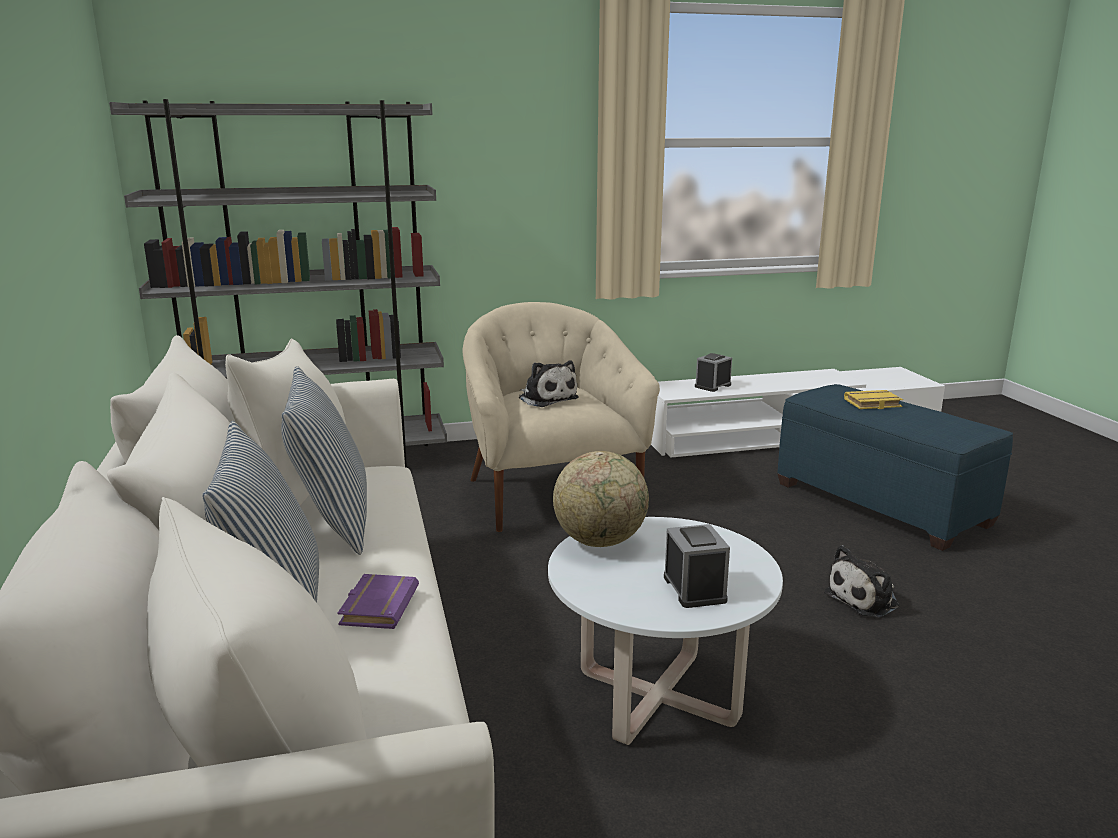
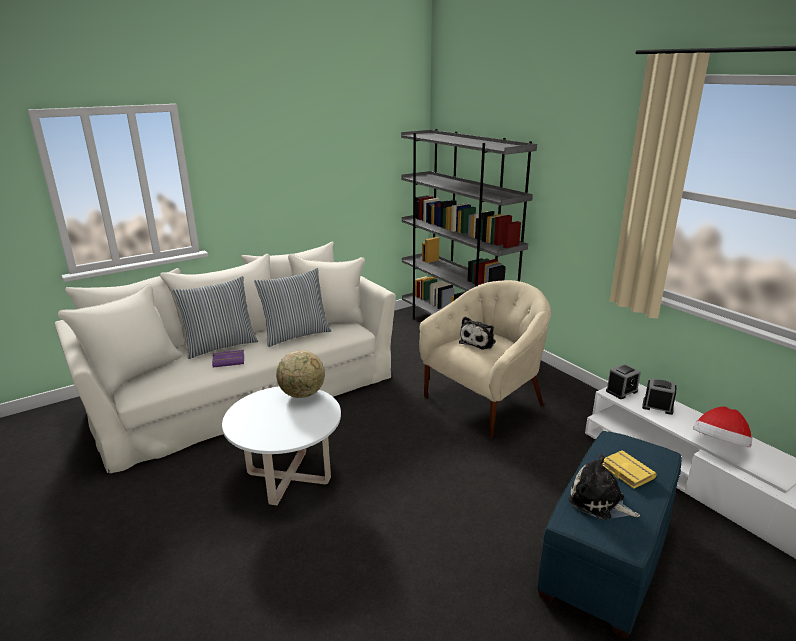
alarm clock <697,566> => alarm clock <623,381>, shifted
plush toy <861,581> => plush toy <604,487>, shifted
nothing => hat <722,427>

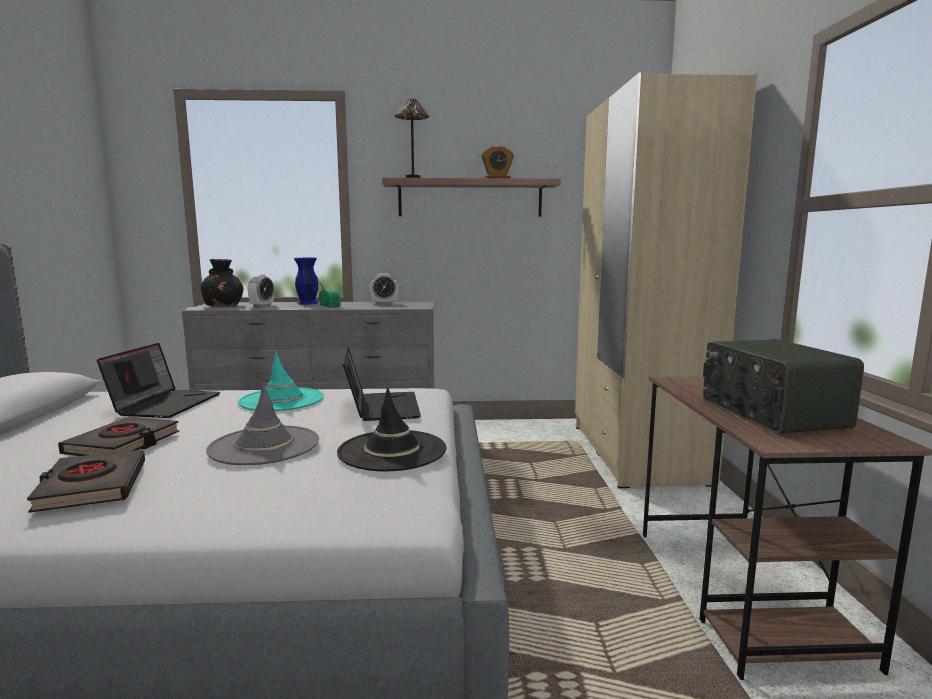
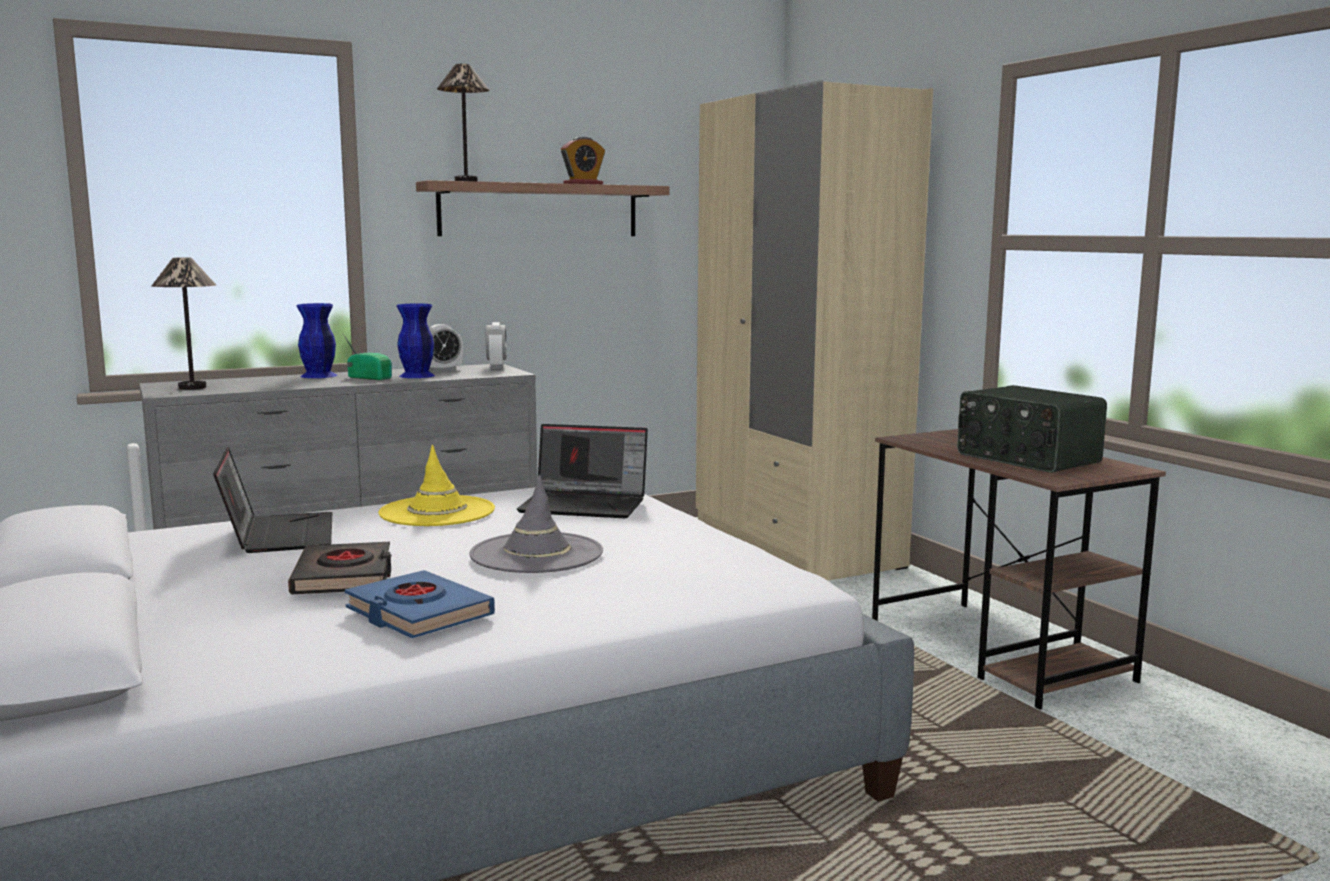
black vase <222,282> => table lamp <184,324>
alarm clock <260,291> => alarm clock <496,345>, shifted
laptop <382,383> => laptop <582,471>, 135 degrees clockwise
turquoise hat <281,381> => yellow hat <436,485>
black hat <391,429> => nothing
black book <86,481> => blue book <420,604>
nothing => blue vase <416,341>

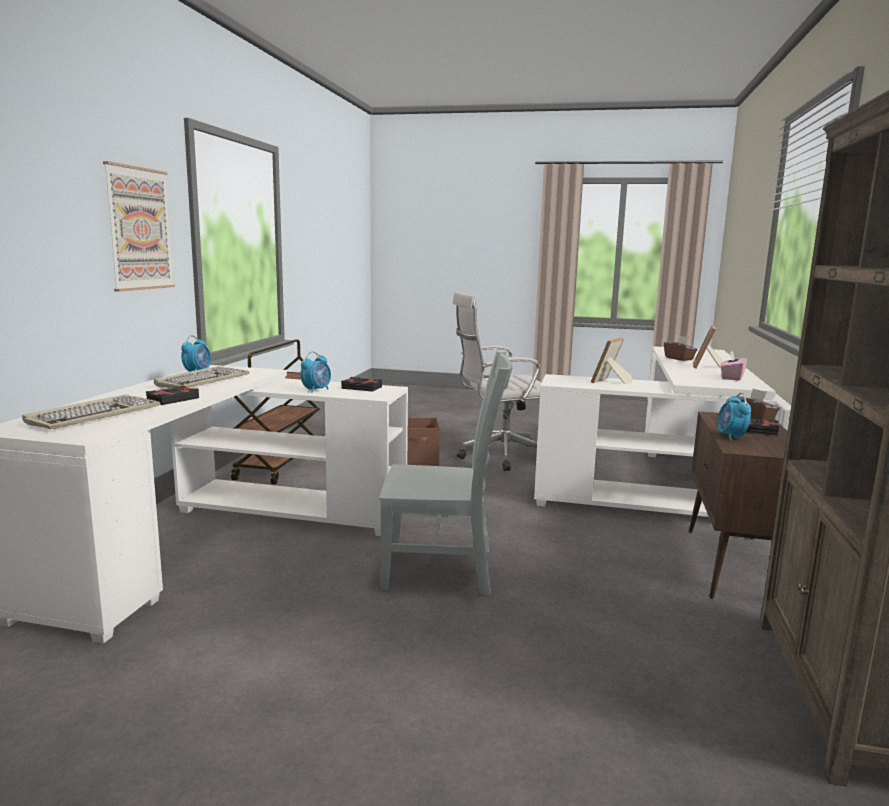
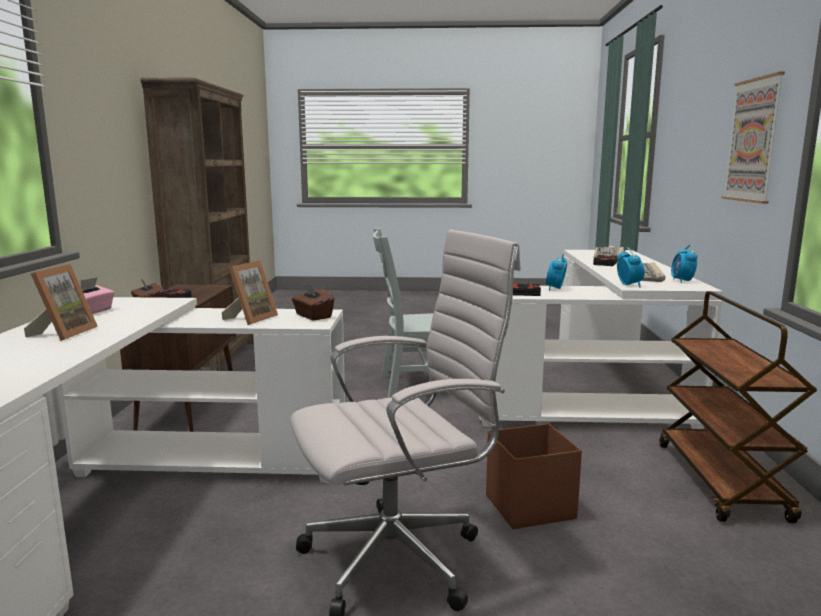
brown tissue box <681,348> => brown tissue box <313,302>, shifted
alarm clock <734,417> => alarm clock <630,268>, shifted

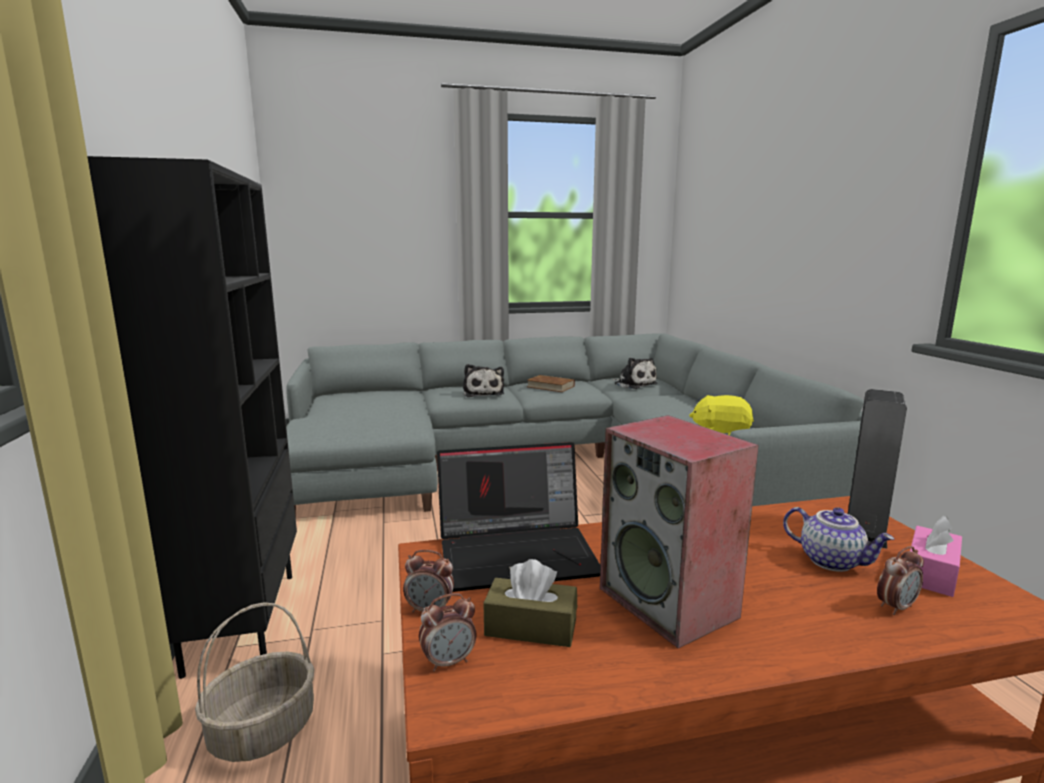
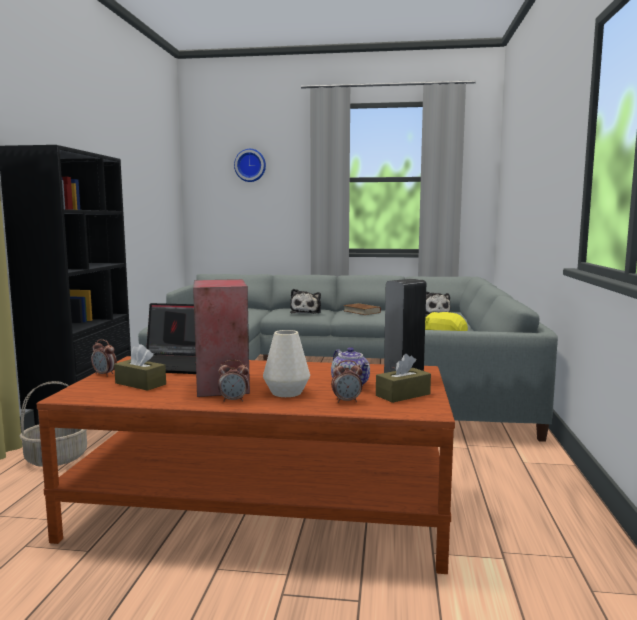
pink tissue box <936,556> => brown tissue box <403,378>
alarm clock <448,632> => alarm clock <233,381>, shifted
nothing => wall clock <250,165>
nothing => white vase <286,363>

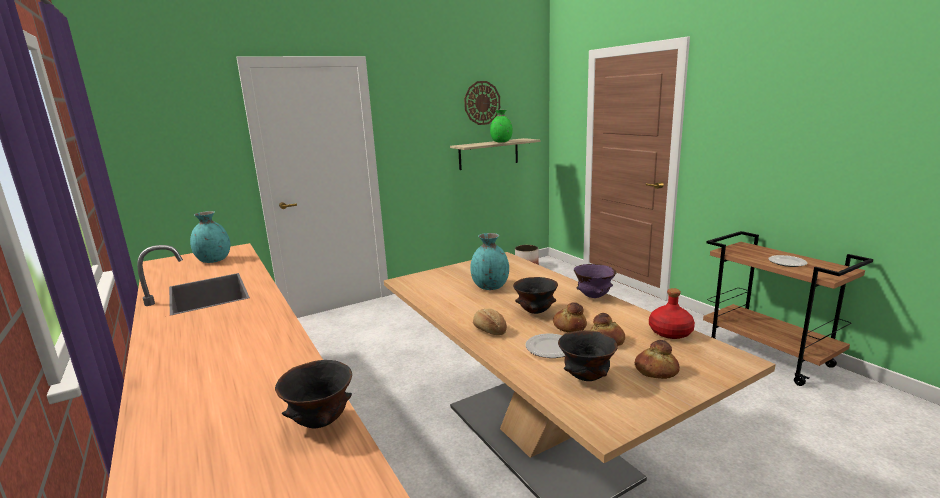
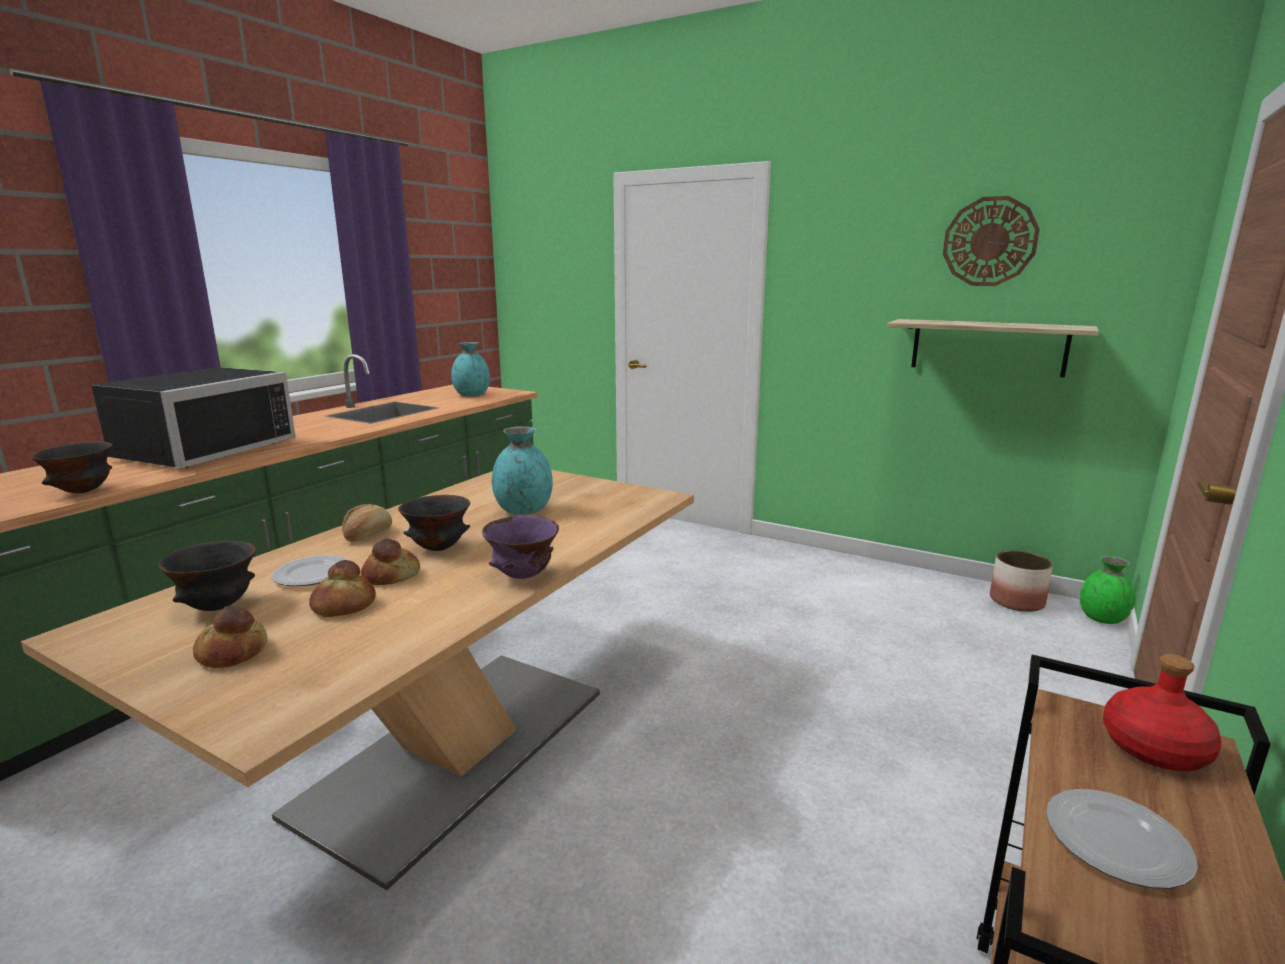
green vase <501,126> => green vase <1107,590>, shifted
red bottle <672,313> => red bottle <1162,712>, shifted
nothing => black microwave <193,417>

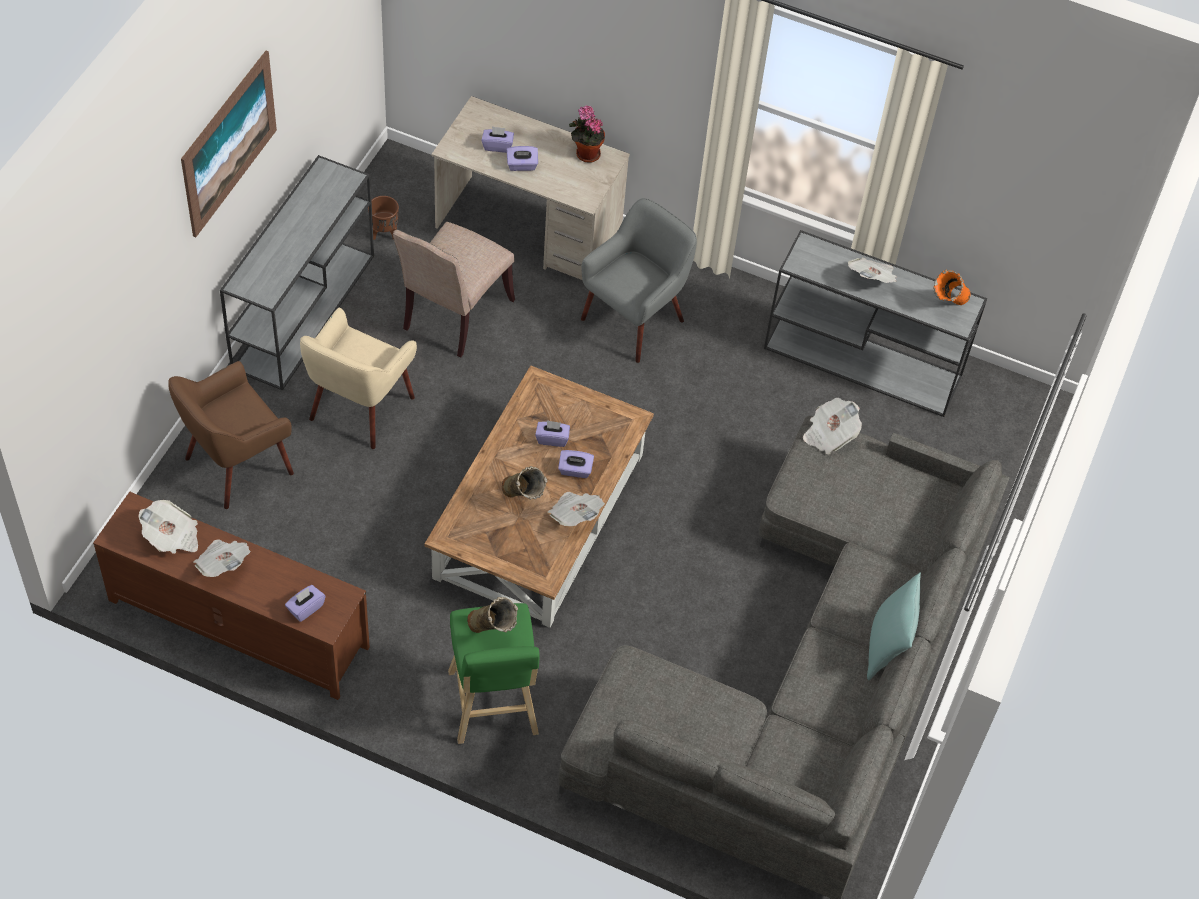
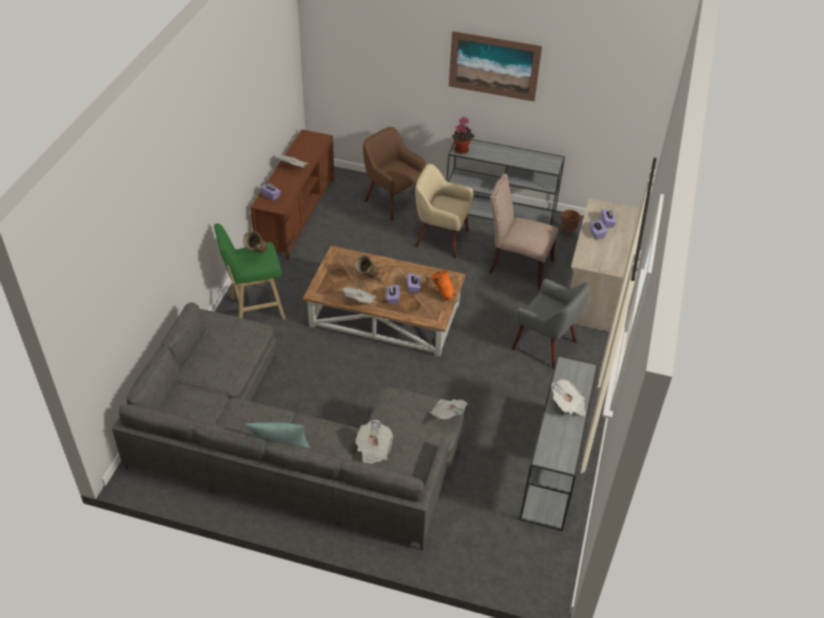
potted plant <587,134> => potted plant <463,135>, shifted
orange vase <951,287> => orange vase <443,285>, shifted
newspaper <168,527> => newspaper <374,442>, shifted

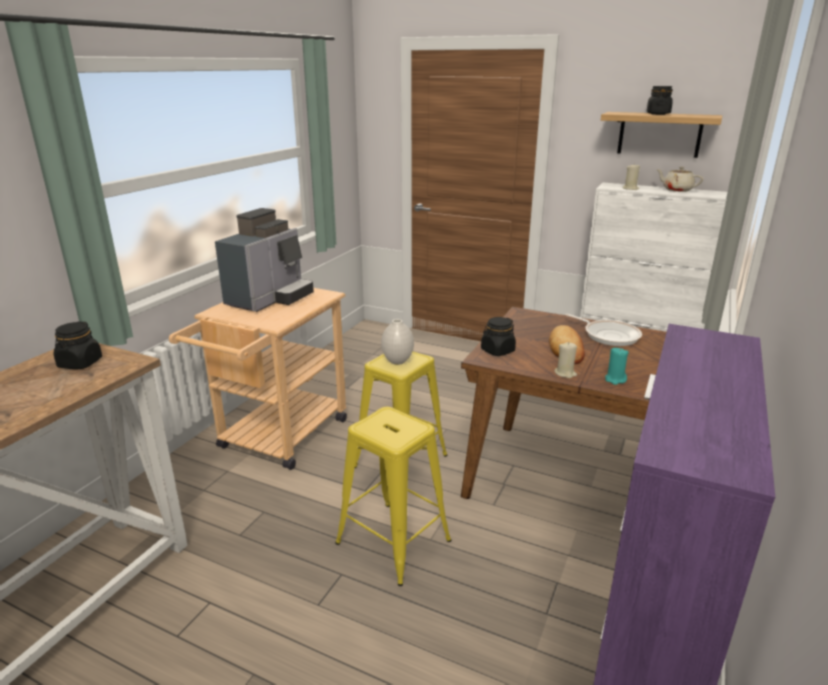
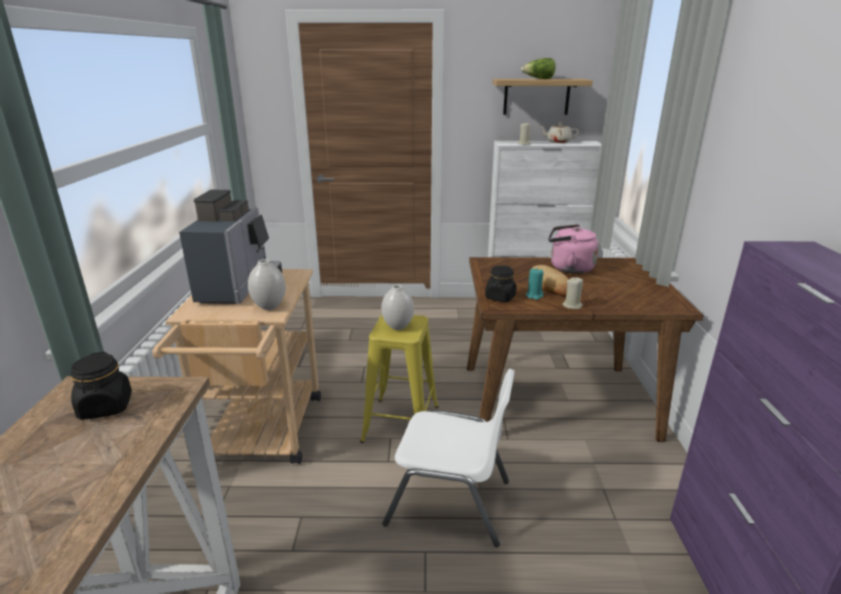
black jar <660,100> => lettuce <538,68>
frying pan <603,330> => pink kettle <573,249>
turquoise candle <616,366> => turquoise candle <534,284>, shifted
yellow stool <393,496> => white chair <448,458>
nothing => white vase <267,284>

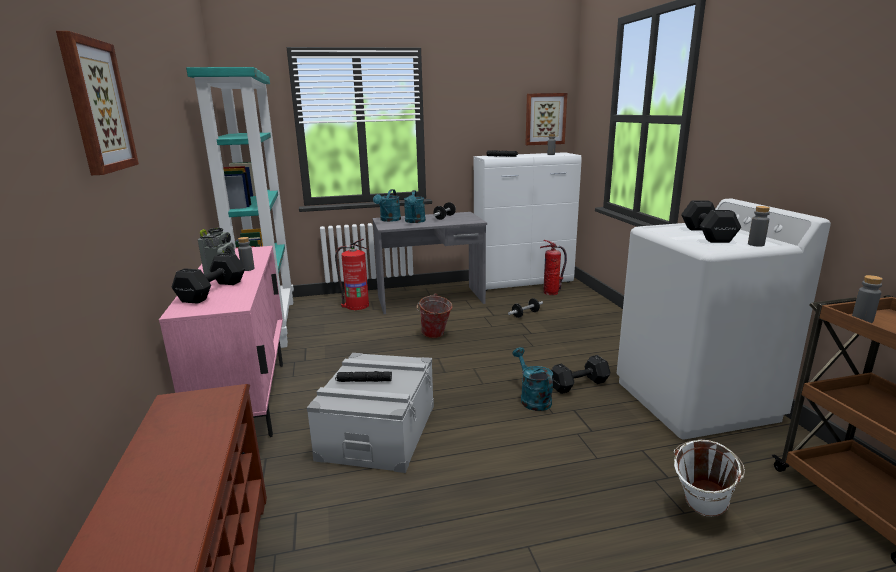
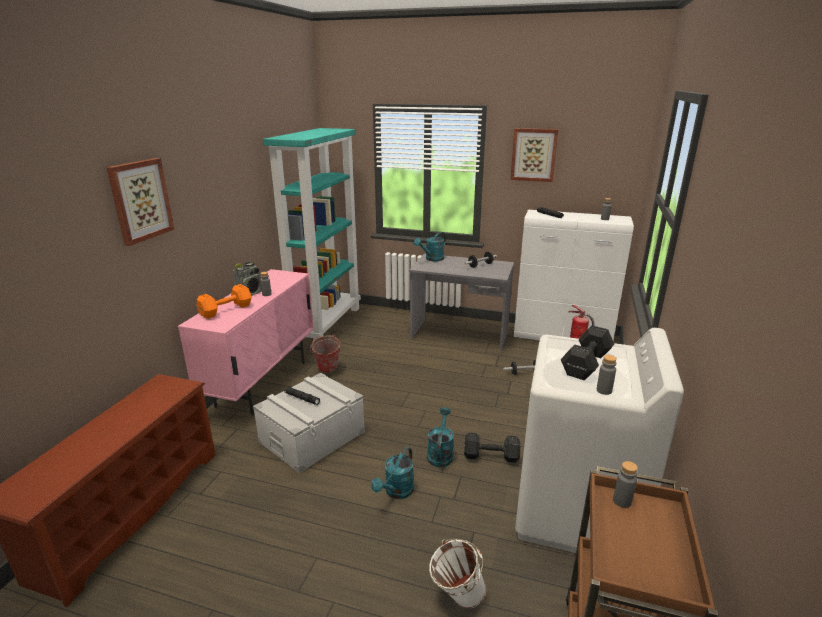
picture <546,119> => picture <534,155>, shifted
turquoise watering can <415,206> => turquoise watering can <392,473>, shifted
fire extinguisher <352,274> => nothing
black dumbbell <208,278> => orange dumbbell <224,301>
bucket <434,315> => bucket <325,354>, shifted

